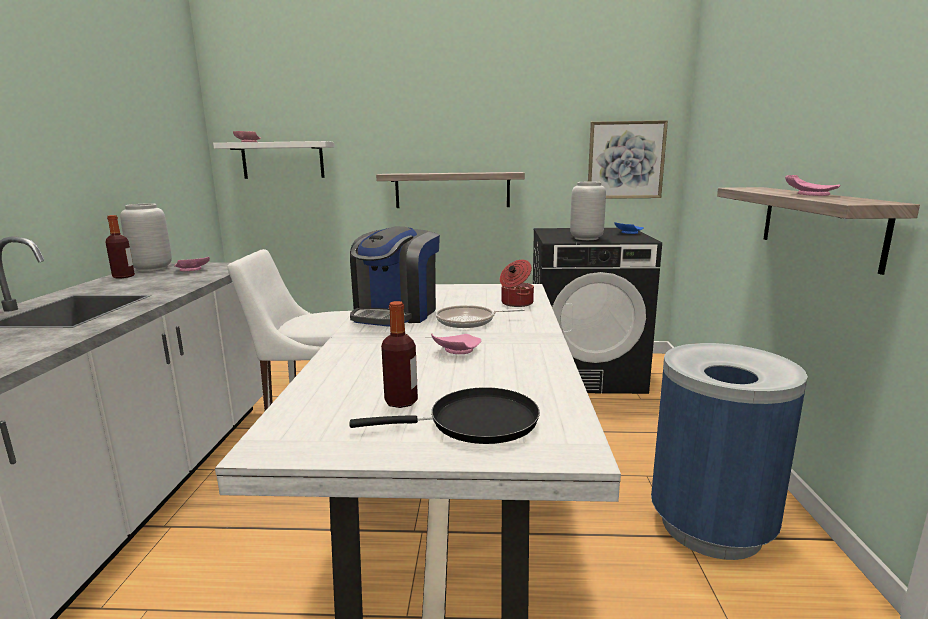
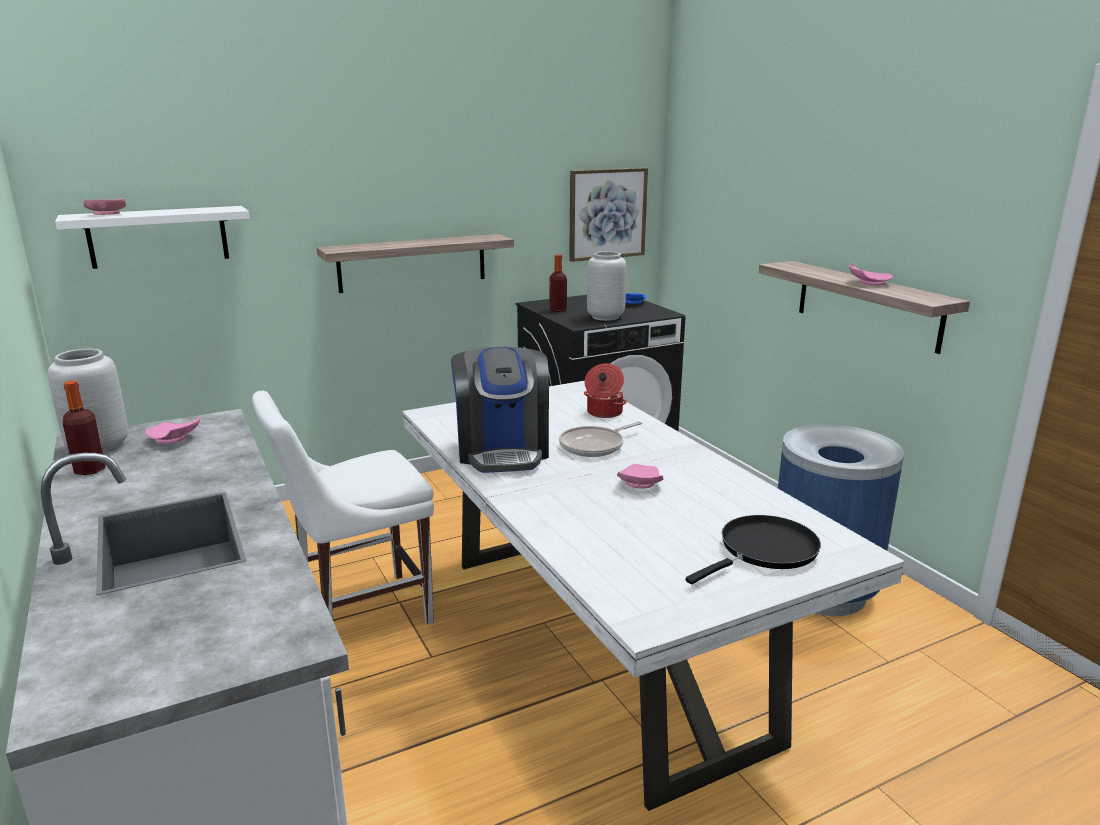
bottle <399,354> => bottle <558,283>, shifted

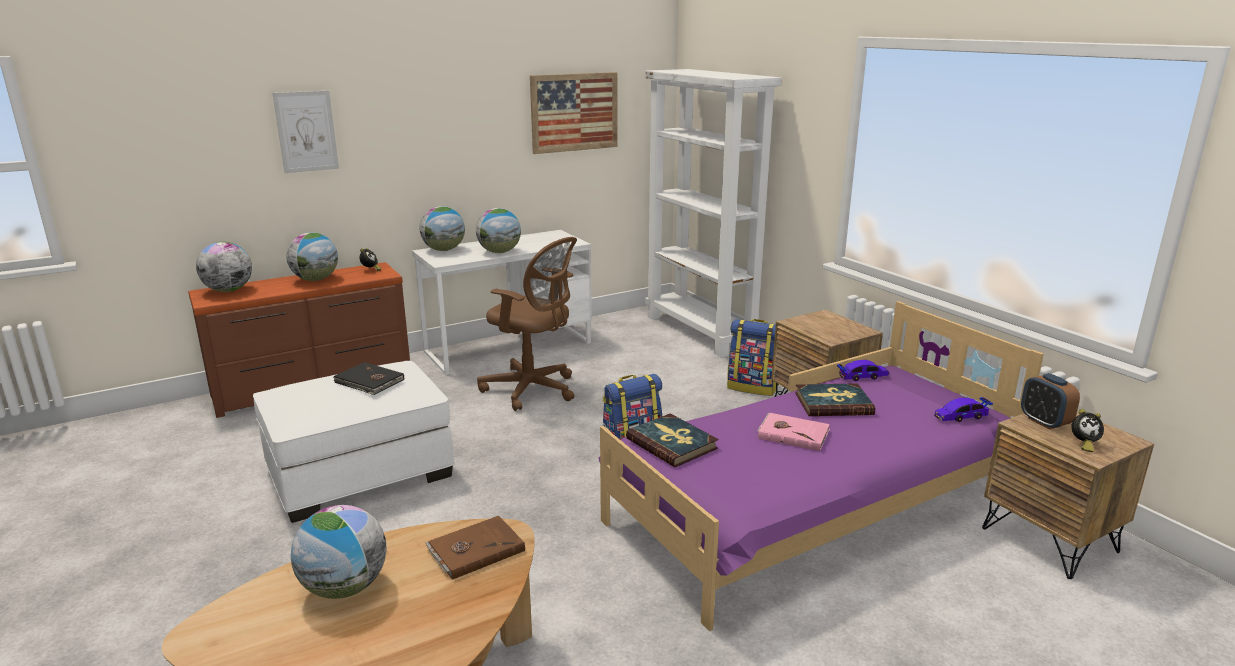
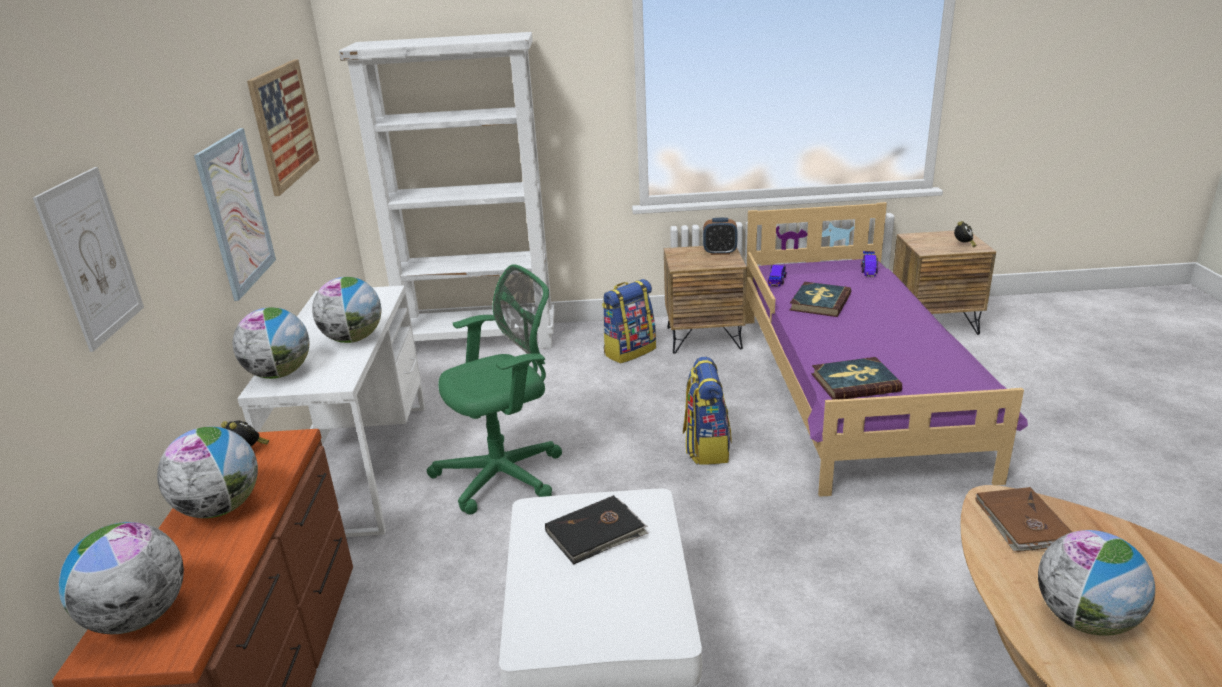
brown office chair <527,324> => green office chair <494,389>
alarm clock <1050,401> => alarm clock <720,236>, shifted
pink book <793,432> => nothing
nothing => picture <235,214>

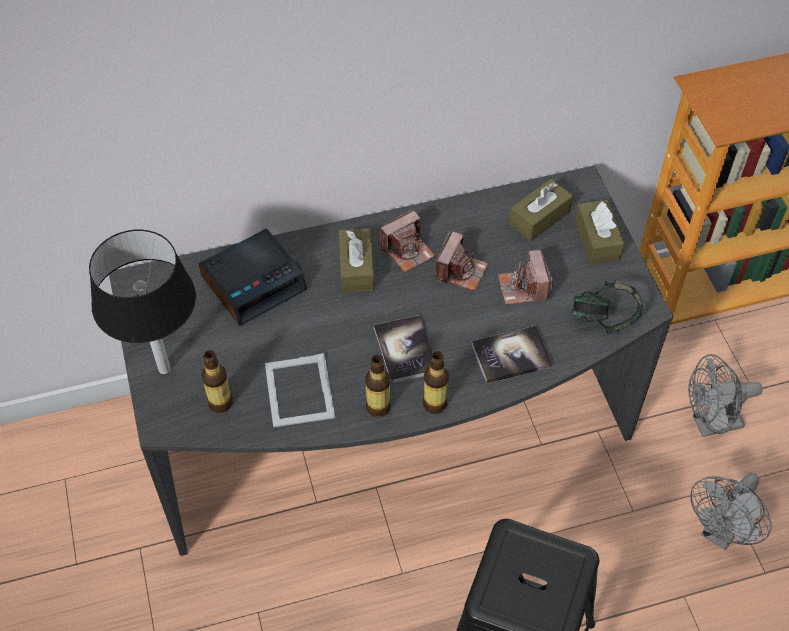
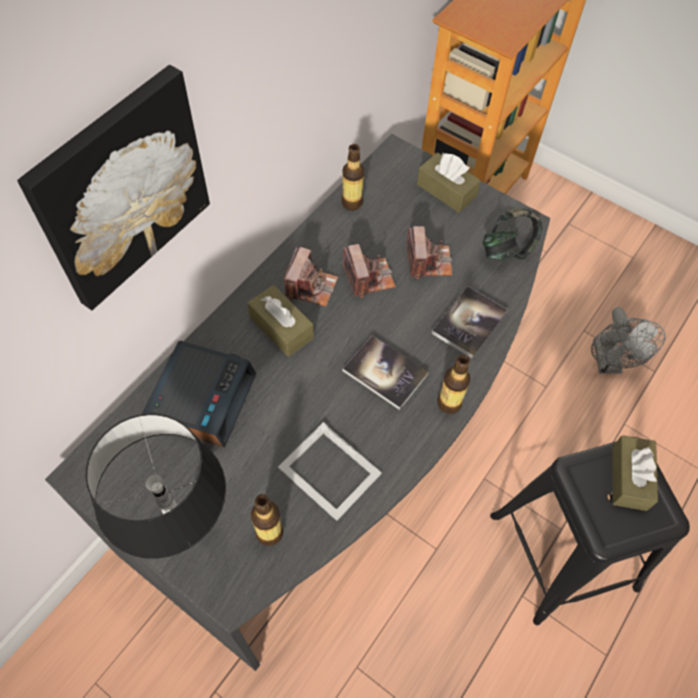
brown tissue box <541,210> => brown tissue box <635,473>, shifted
photo camera <525,277> => photo camera <429,252>, 135 degrees counterclockwise
grey fan <725,395> => nothing
bottle <378,386> => bottle <353,177>, shifted
nothing => picture <113,188>

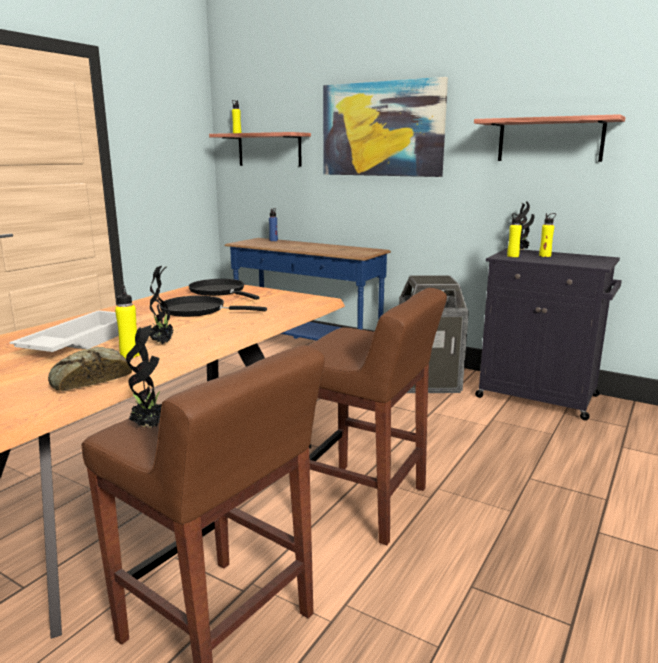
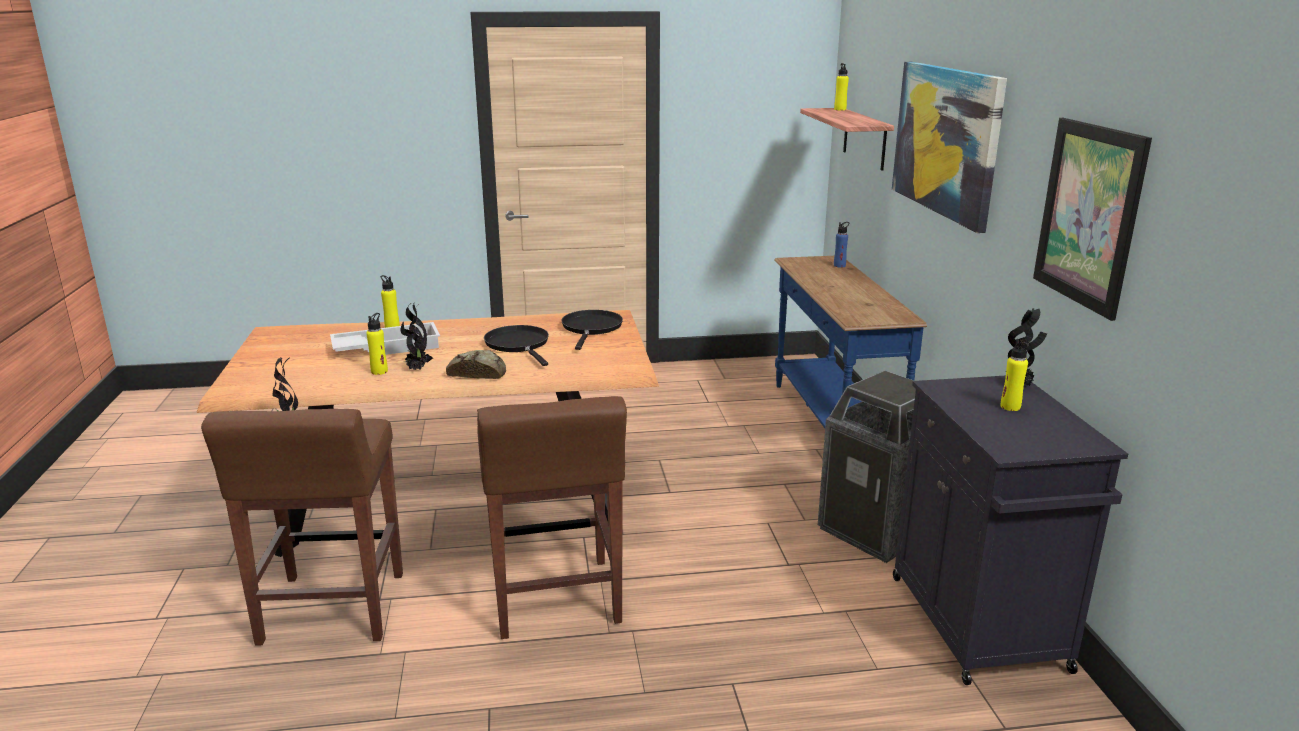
shelf <550,138> => picture <1092,219>
yellow bottle <514,235> => yellow bottle <390,301>, shifted
bread <90,369> => bread <476,364>, shifted

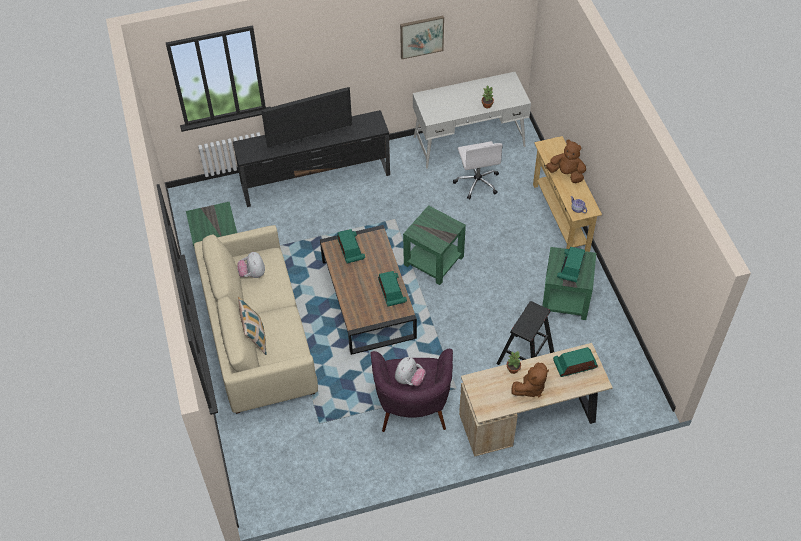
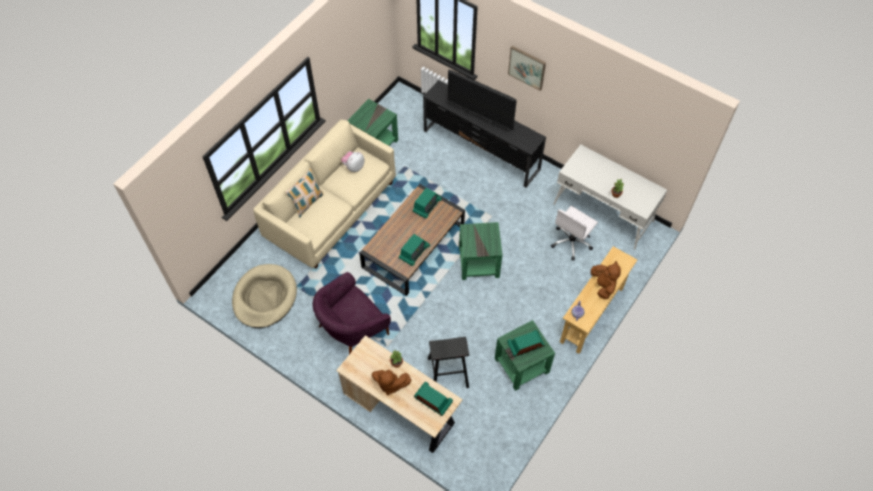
picture <422,37> => picture <527,68>, shifted
plush toy <410,371> => nothing
nothing => beige dog bed <264,296>

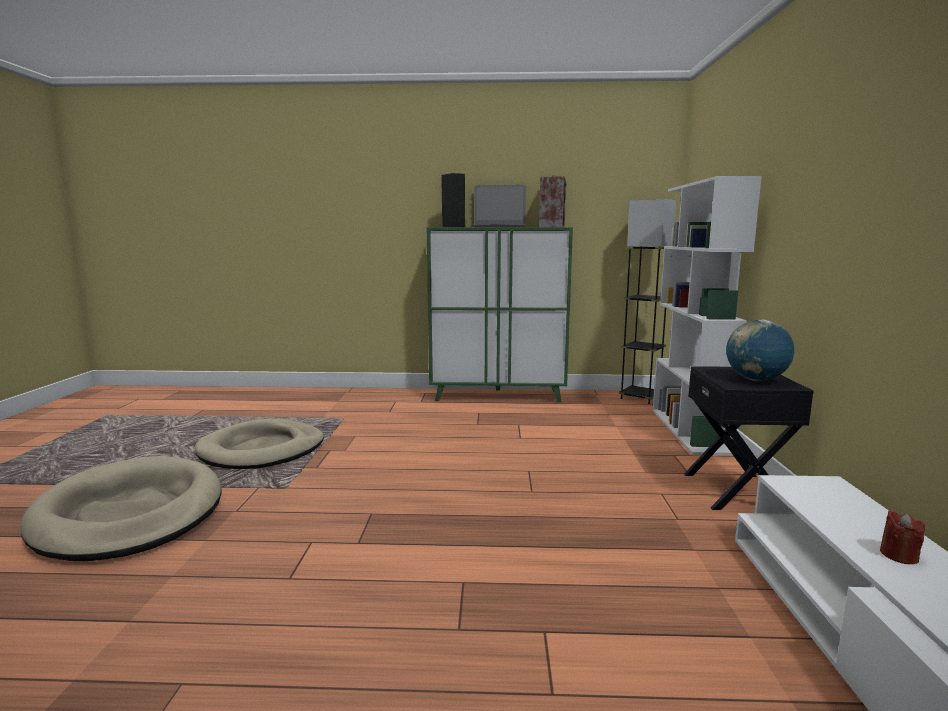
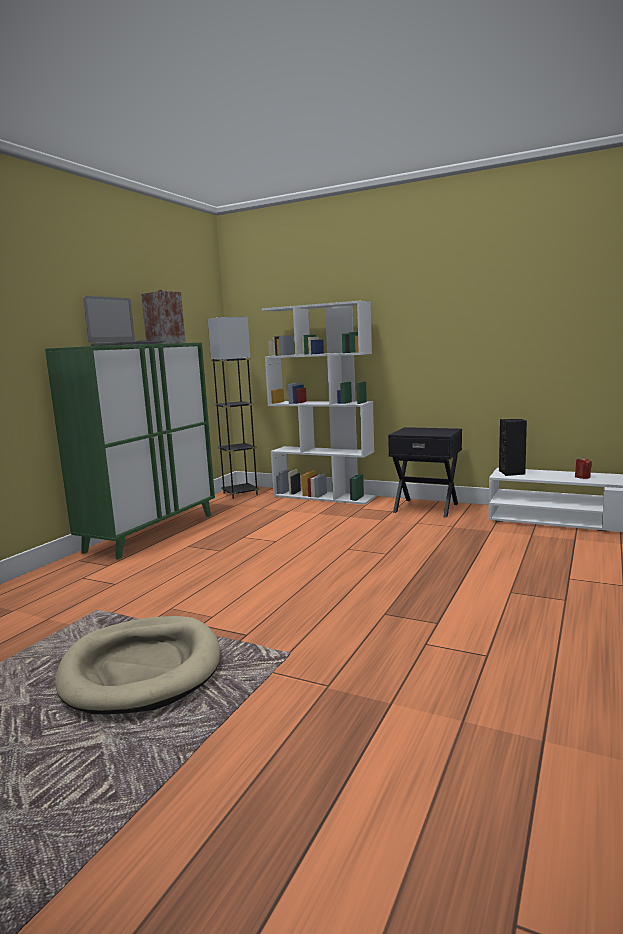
black speaker <453,200> => black speaker <513,447>, shifted
globe <760,350> => nothing
beige dog bed <120,508> => nothing

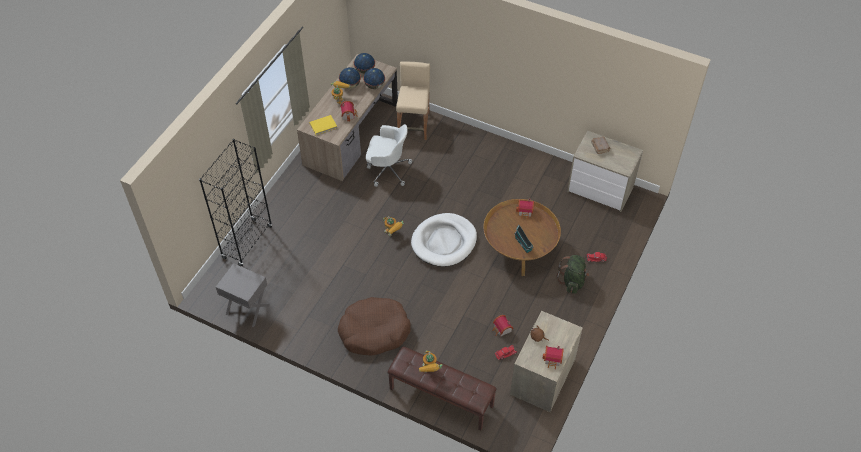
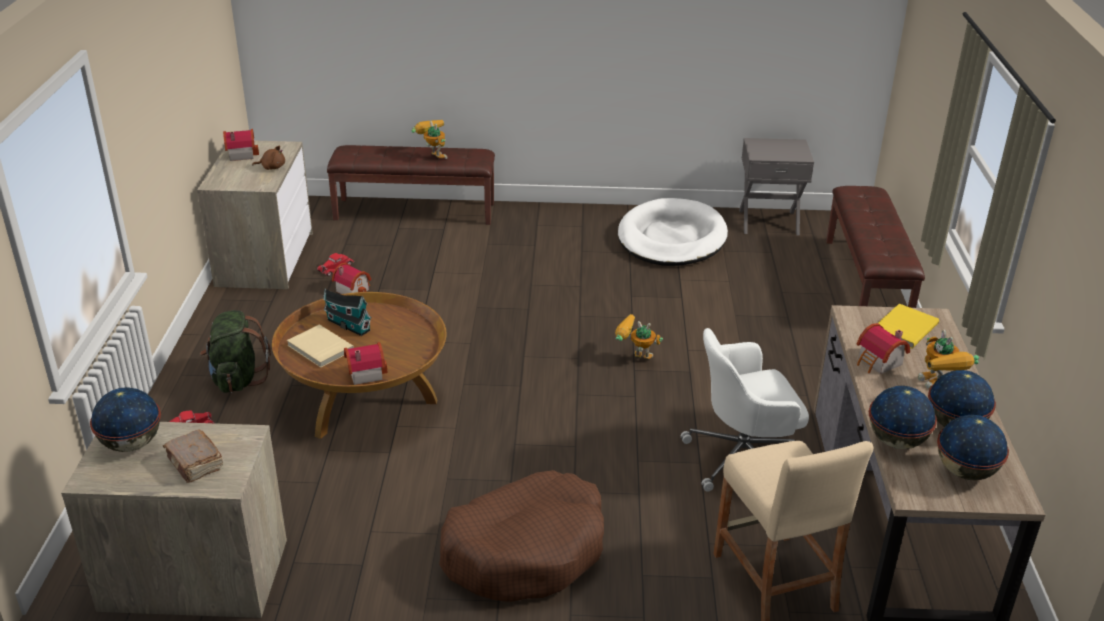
black bookcase <235,203> => brown bench <875,247>
white dog bed <444,240> => white dog bed <673,232>, shifted
brown dog bed <374,326> => brown dog bed <521,536>, shifted
nothing => beige book <320,345>
nothing => globe <125,419>

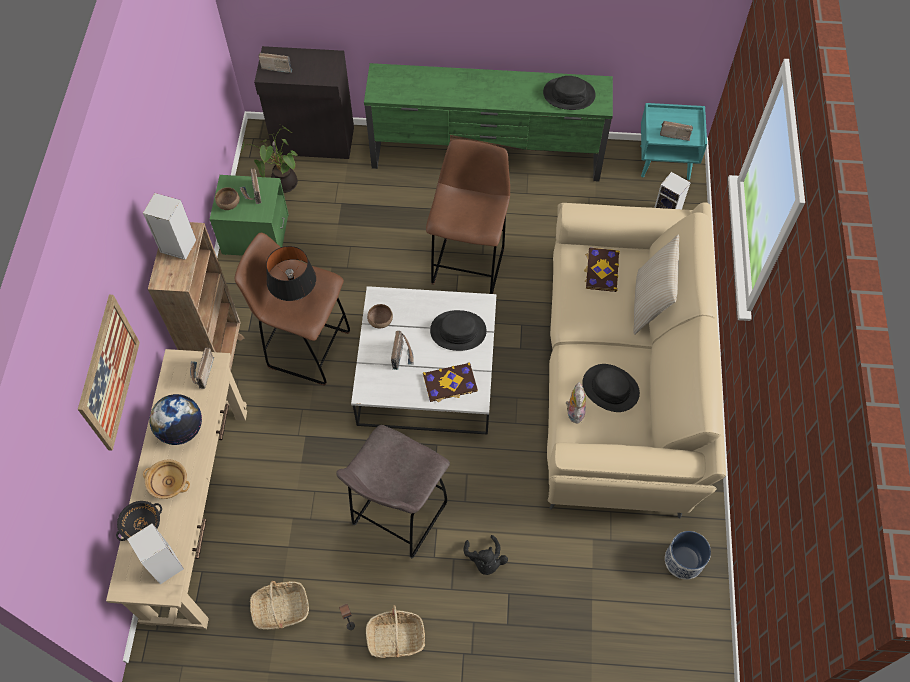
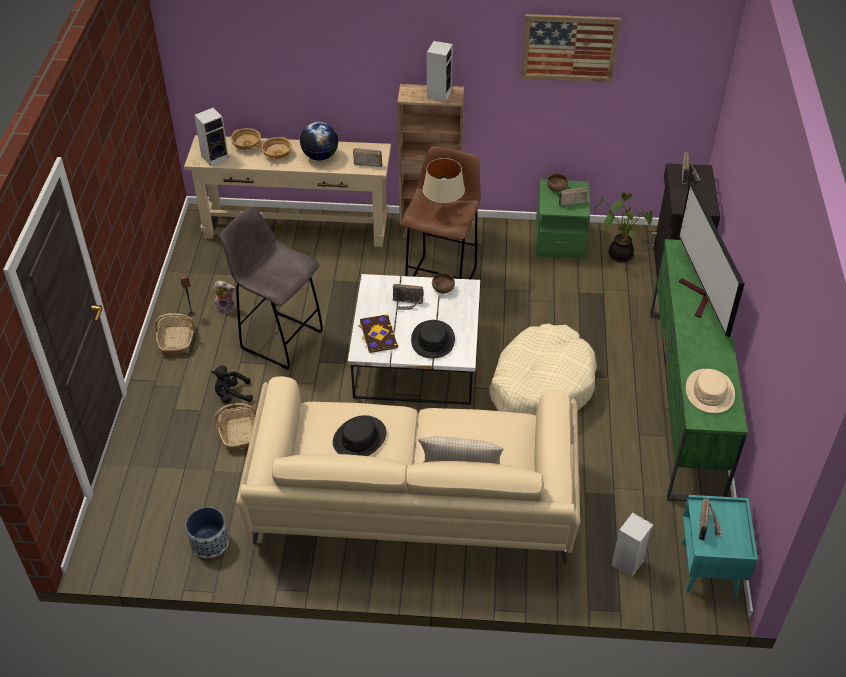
black hat <569,93> => beige hat <710,391>
brown stool <468,216> => beige dog bed <543,370>
black table lamp <291,273> => beige table lamp <444,184>
book <602,269> => nothing
picture <109,373> => picture <571,48>, shifted
plush toy <576,403> => plush toy <224,297>, shifted
black bowl <139,521> => beige bowl <246,138>
basket <279,605> => basket <235,426>, shifted
nothing => television <711,259>

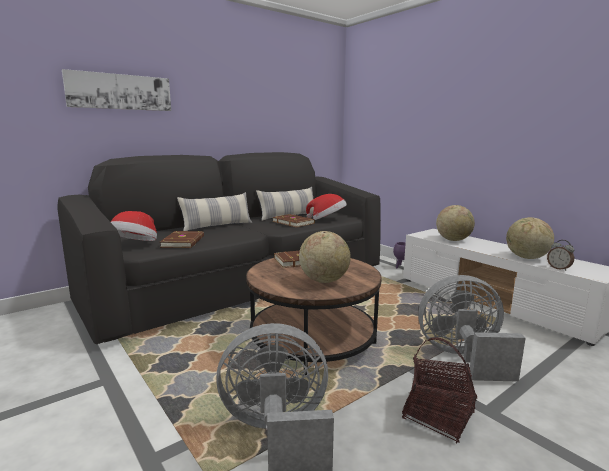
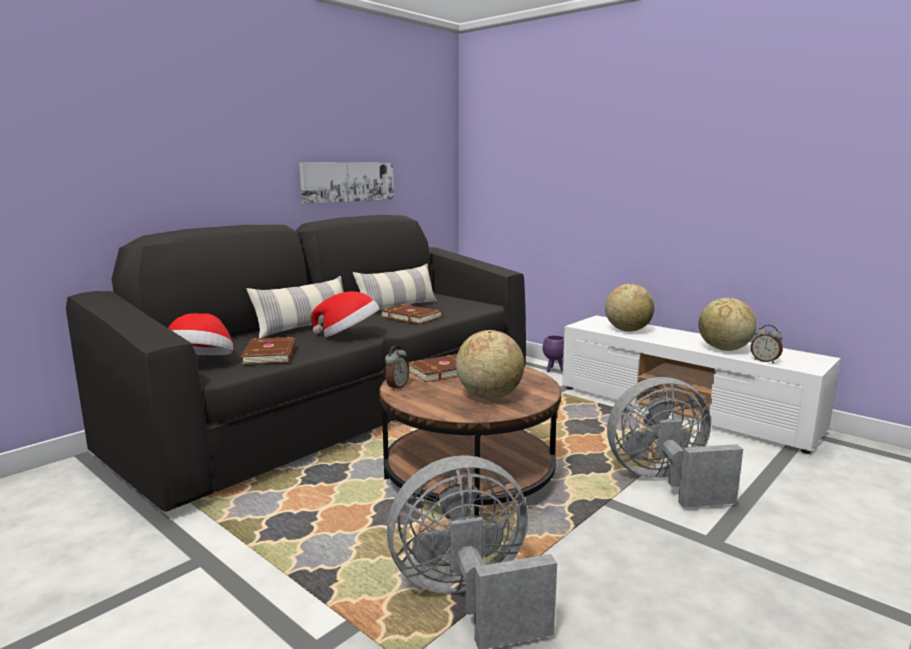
picture <116,90> => picture <346,183>, shifted
hat <326,207> => hat <345,314>, shifted
basket <439,390> => nothing
nothing => alarm clock <397,368>

